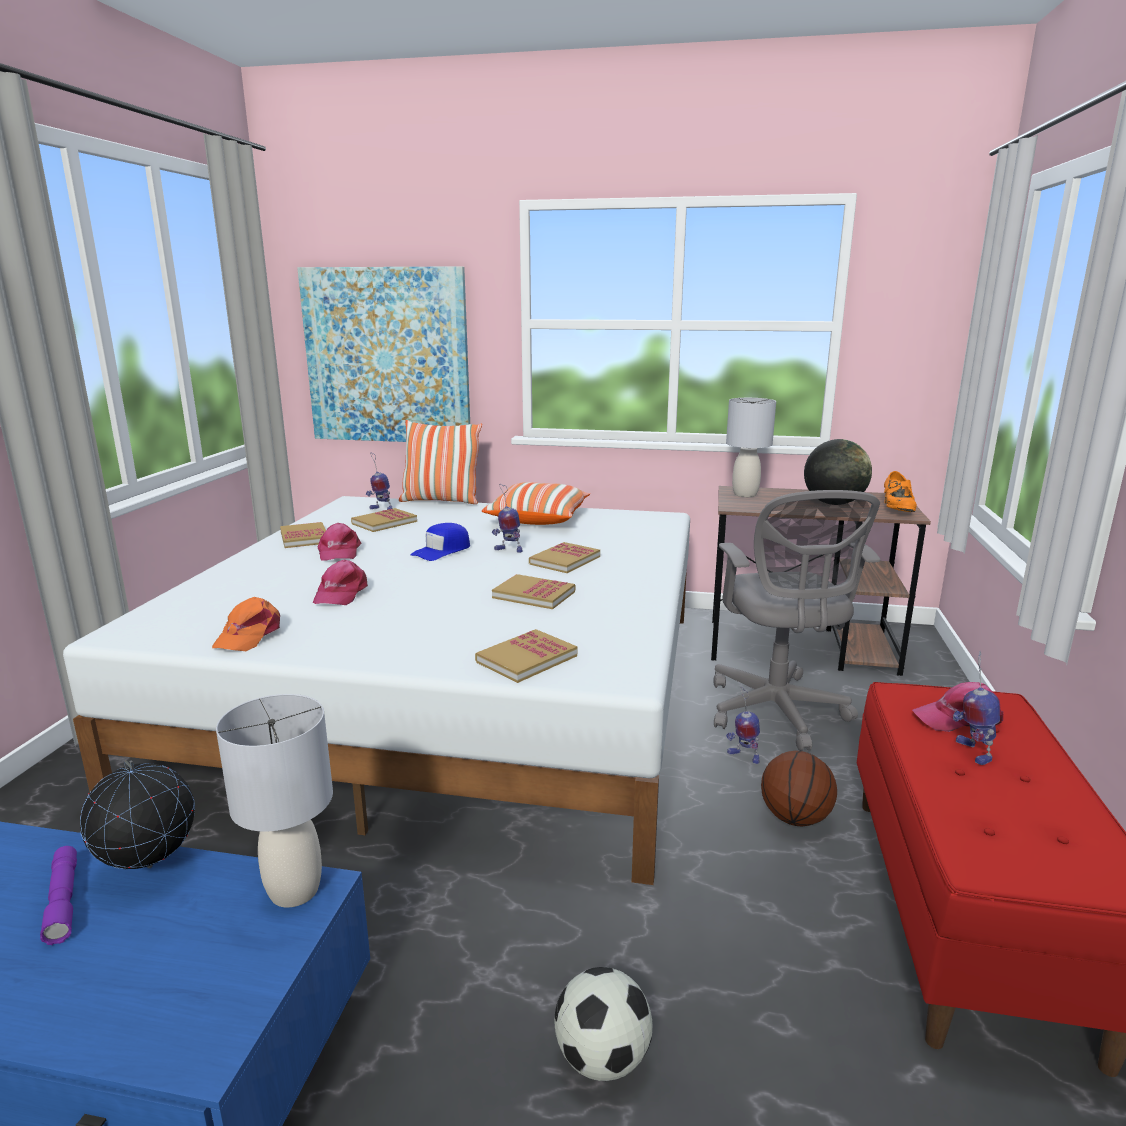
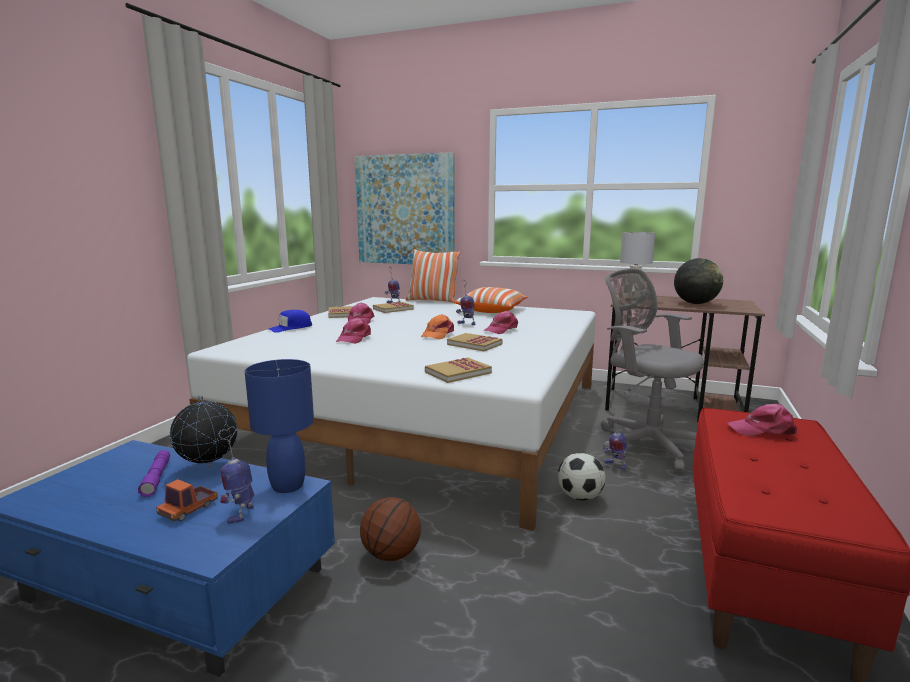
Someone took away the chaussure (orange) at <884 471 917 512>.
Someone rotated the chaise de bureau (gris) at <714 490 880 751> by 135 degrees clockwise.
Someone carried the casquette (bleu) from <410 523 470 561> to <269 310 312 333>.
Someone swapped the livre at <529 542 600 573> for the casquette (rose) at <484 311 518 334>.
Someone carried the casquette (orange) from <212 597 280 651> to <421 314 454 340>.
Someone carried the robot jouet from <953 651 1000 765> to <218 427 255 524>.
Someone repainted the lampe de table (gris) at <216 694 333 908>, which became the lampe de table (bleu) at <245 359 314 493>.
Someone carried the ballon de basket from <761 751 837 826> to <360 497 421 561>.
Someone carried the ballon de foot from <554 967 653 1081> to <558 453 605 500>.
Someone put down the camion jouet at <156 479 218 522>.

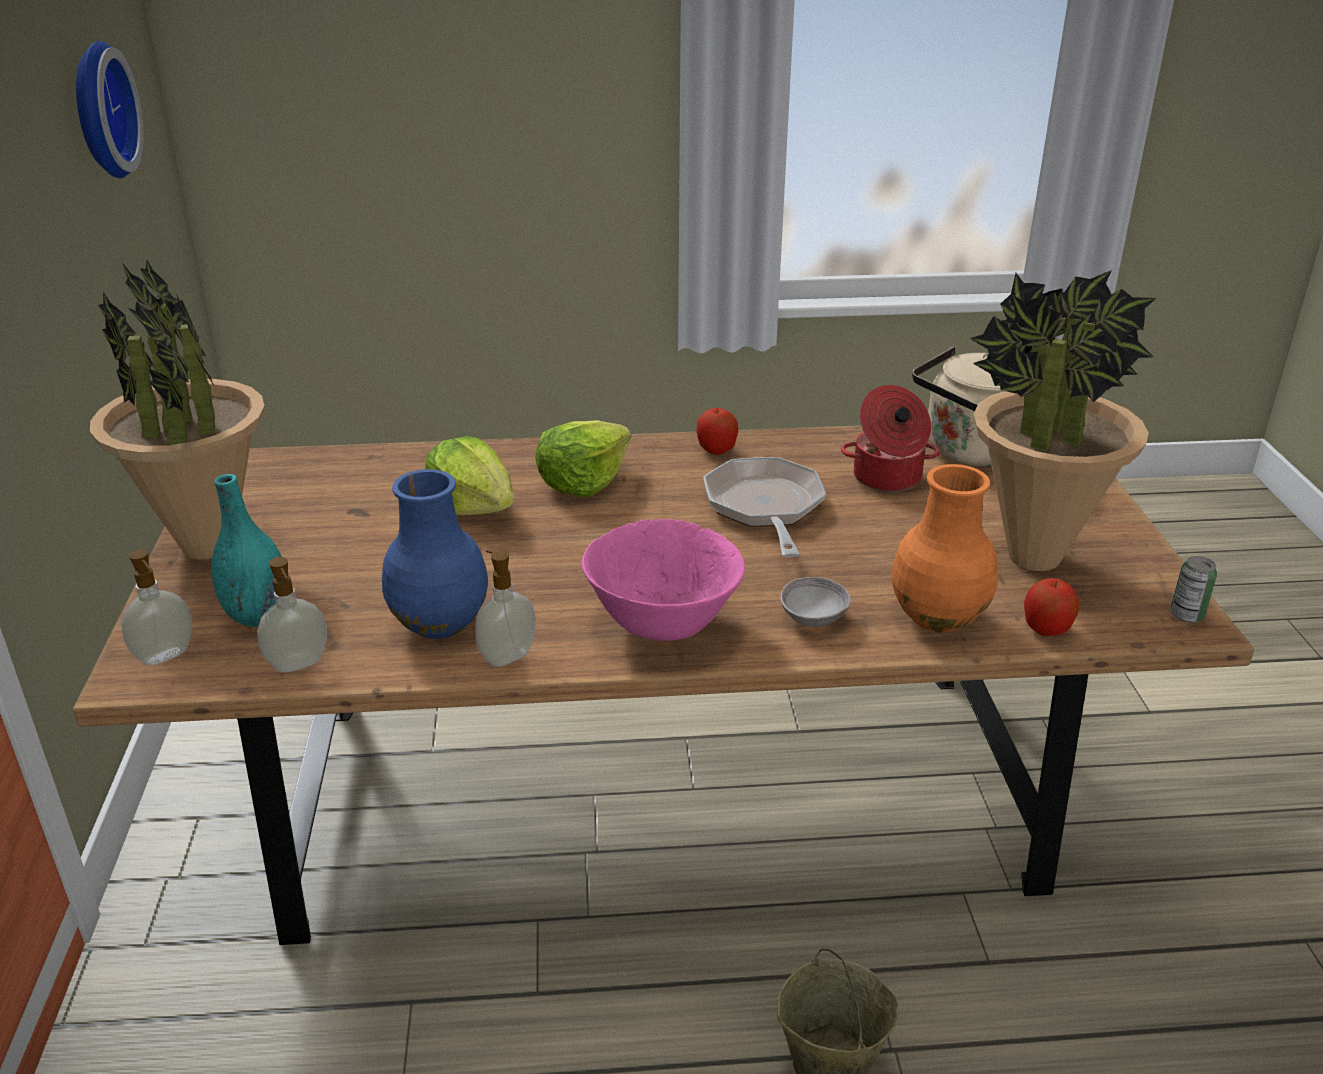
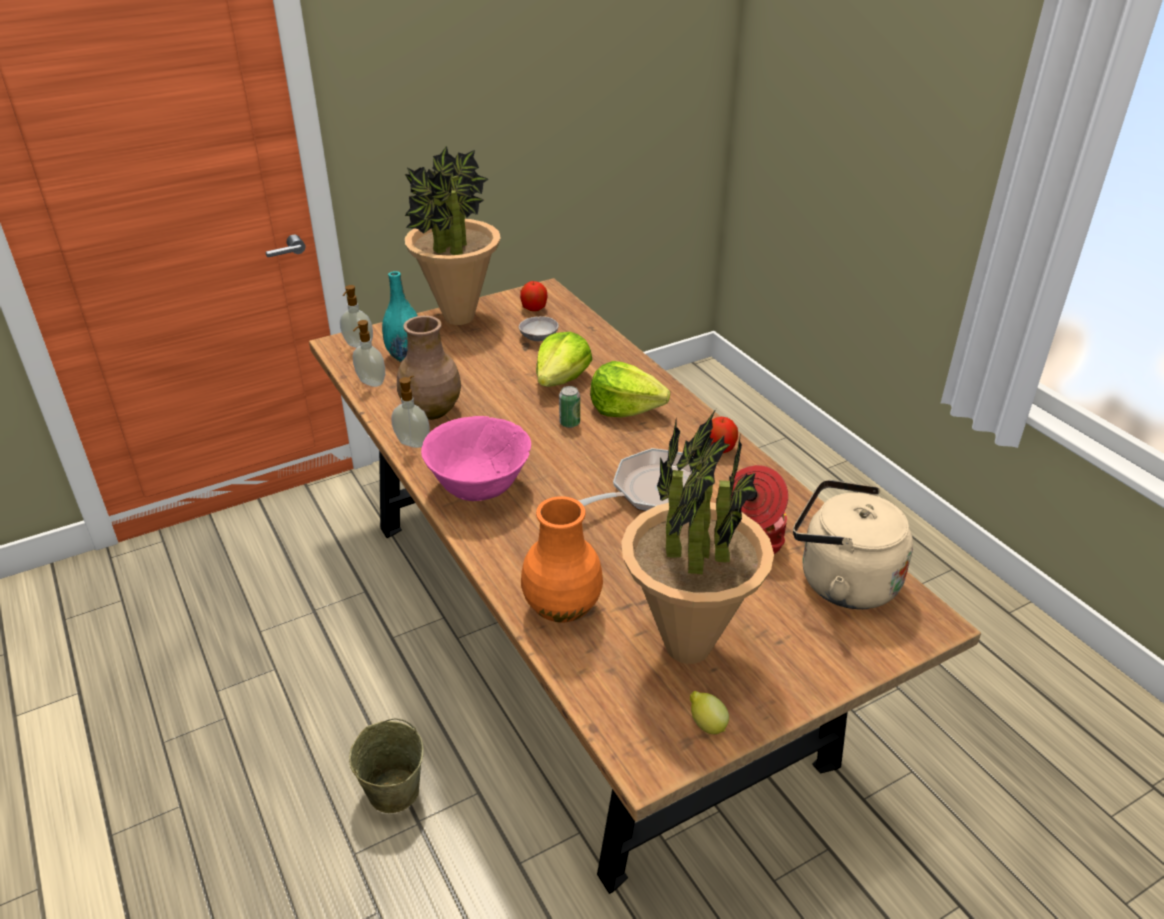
Someone took away the horloge murale at <76 41 144 178>.
Someone repainted the vase (bleu) at <382 469 488 639>, which became the vase (marron) at <397 316 461 420>.
Someone carried the boîte métallique from <1170 556 1217 622> to <559 386 580 428>.
Someone carried the bol (gris) from <780 577 851 627> to <519 316 559 341>.
Someone carried the pomme from <1024 578 1079 636> to <520 281 548 311>.
Someone put down the citron at <690 691 729 734>.

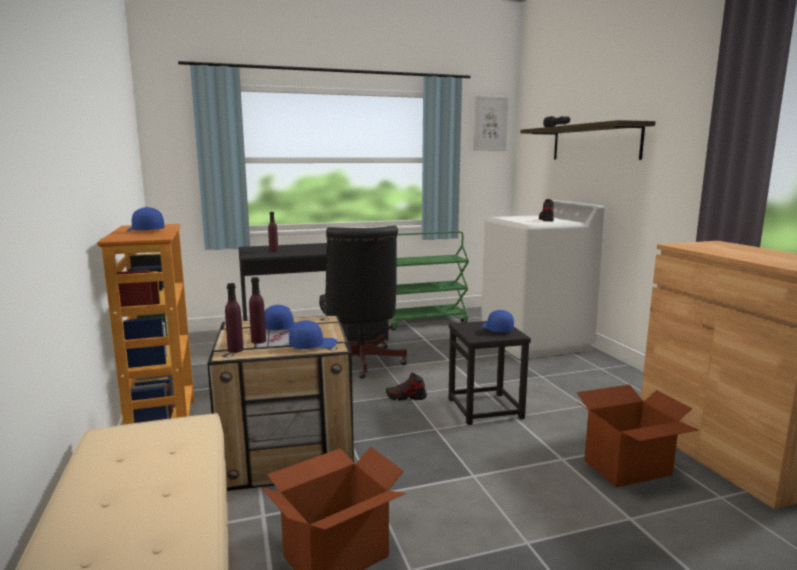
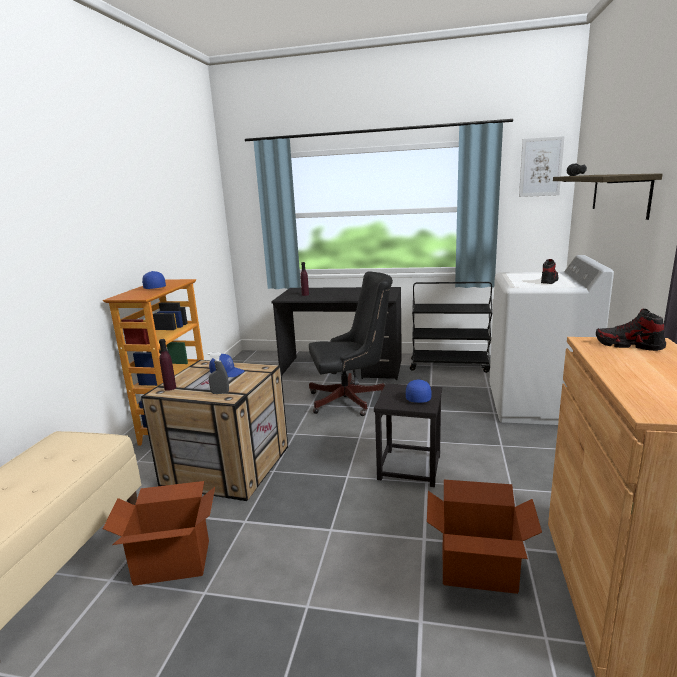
Someone rotated the chaise de bureau (noir) at <319 226 407 379> by 120 degrees counterclockwise.
Someone repainted the chariot (vert) at <390 231 469 330>, which became the chariot (noir) at <410 282 493 373>.
Someone took away the bouteille (violet) at <249 277 266 344>.
Someone swapped the casquette (bleu) at <289 320 337 349> for the vaporisateur (gris) at <207 352 229 394>.
Someone carried the chaussure from <386 373 427 400> to <596 309 666 351>.

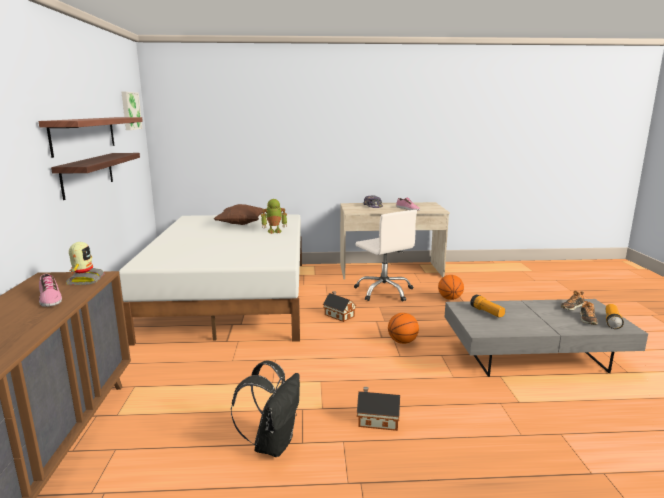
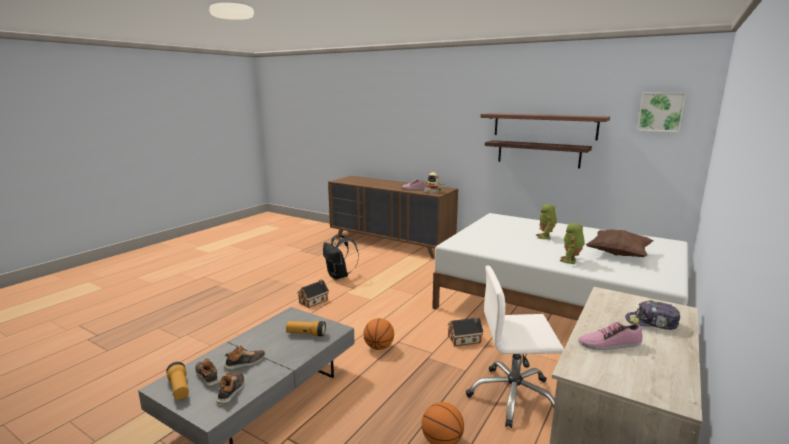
Someone put down the robot jouet at <536 204 557 239>.
Someone put down the chaussure at <224 345 265 370>.

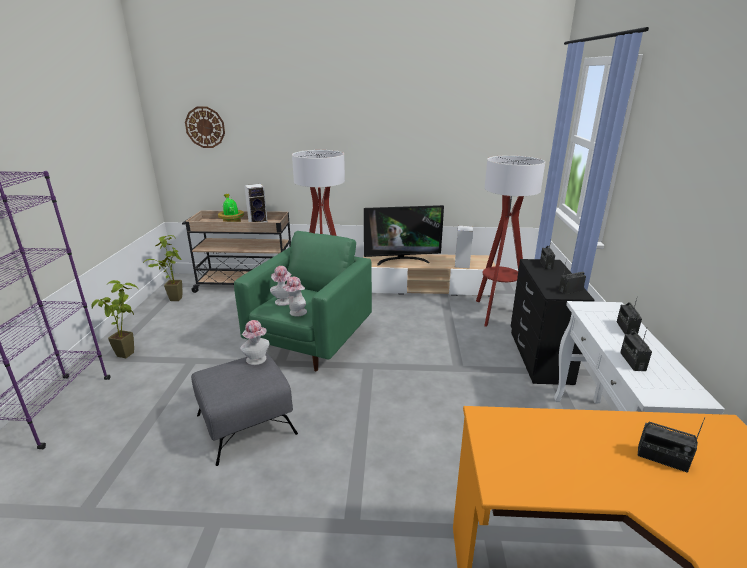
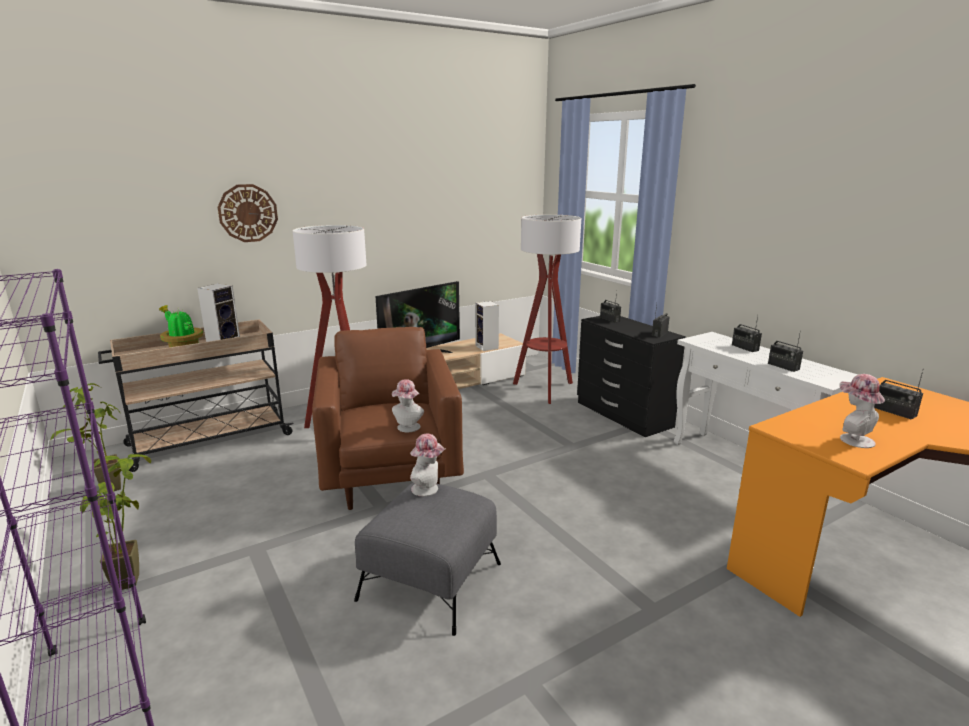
Someone carried the horloge murale from <185 107 225 148> to <218 184 278 242>.
Someone repainted the fauteuil (vert) at <234 231 372 371>, which became the fauteuil (marron) at <312 327 464 510>.
Someone carried the chapeau from <270 266 291 306> to <839 374 885 448>.
Someone rotated the radio at <638 417 705 473> by 60 degrees clockwise.

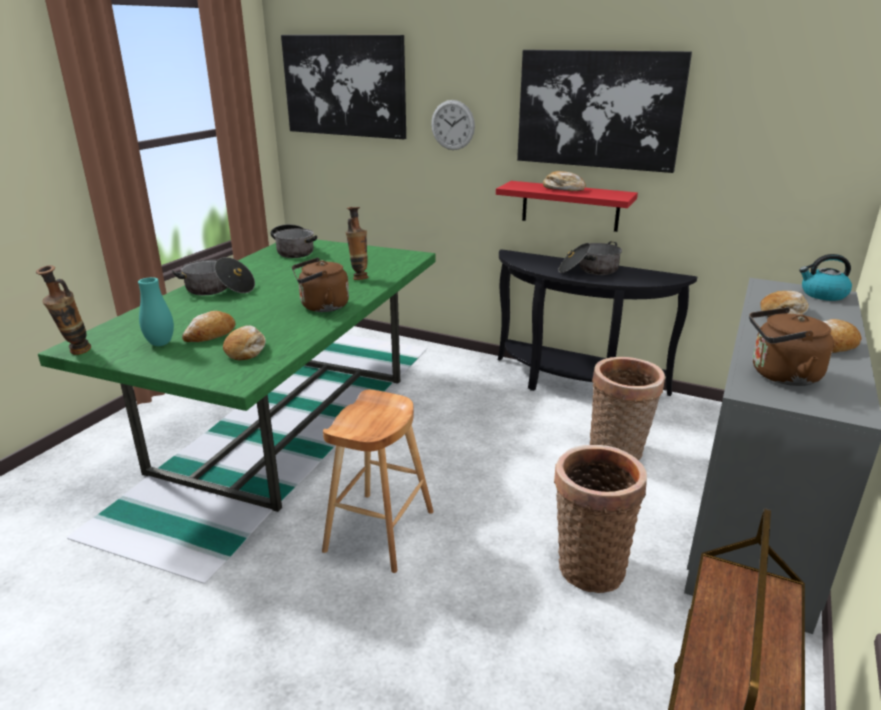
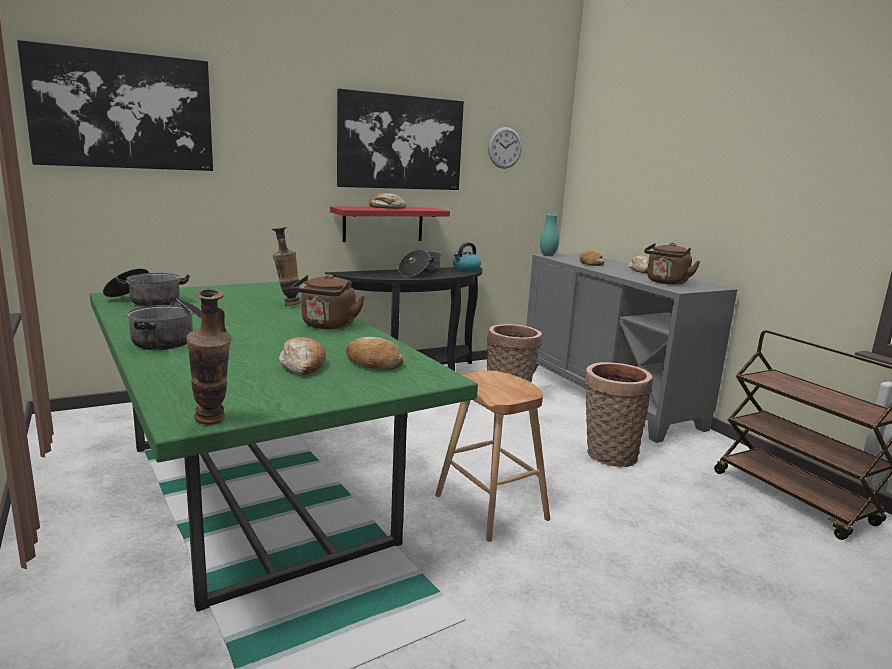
Someone carried the horloge murale from <431 100 475 150> to <488 127 522 169>.
Someone carried the bouilloire from <799 254 852 301> to <453 242 481 271>.
Someone carried the vase (turquoise) from <138 277 174 346> to <540 214 559 256>.

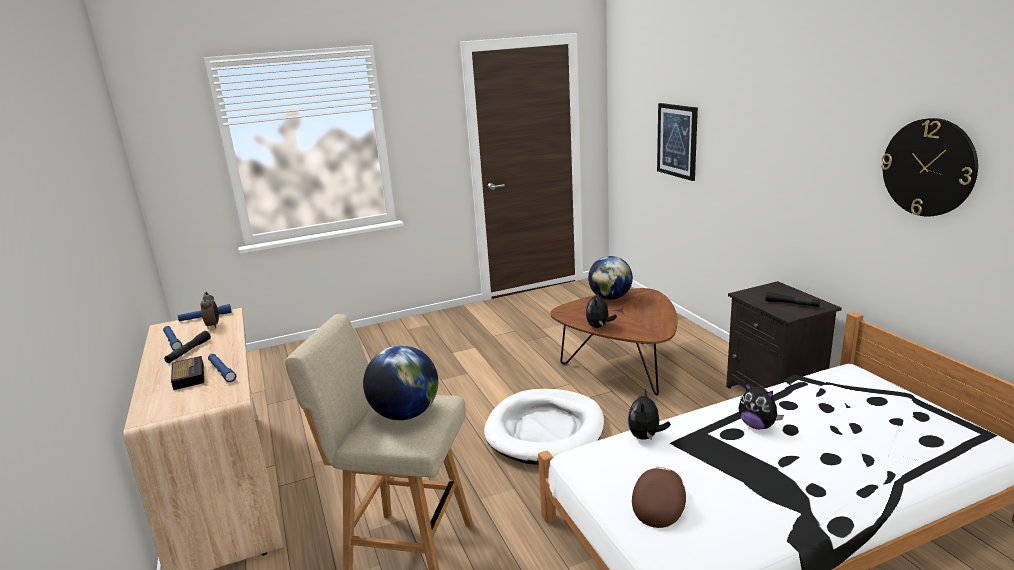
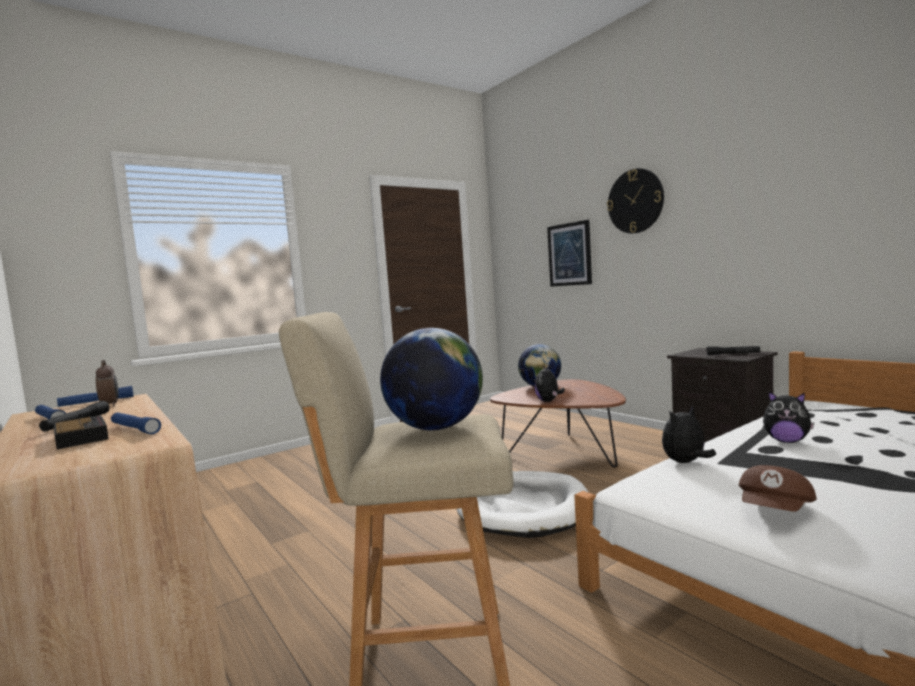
Someone carried the horloge murale from <881 118 978 217> to <607 168 664 233>.
Someone rotated the peluche at <628 390 671 440> by 60 degrees clockwise.
Someone rotated the casquette (marron) at <632 467 686 528> by 150 degrees counterclockwise.

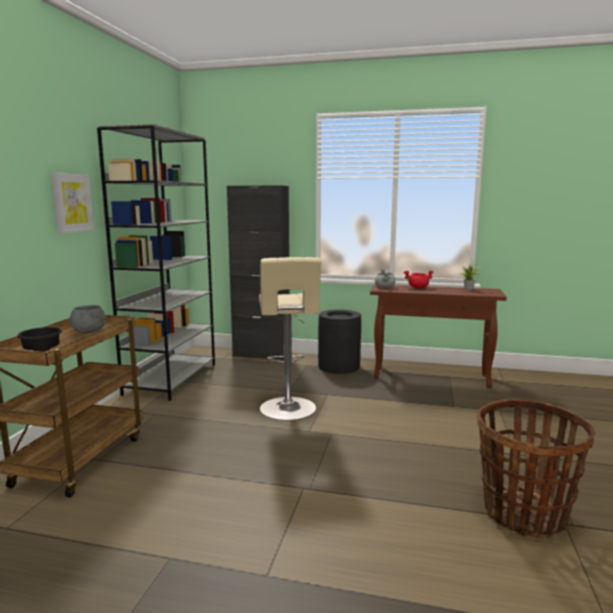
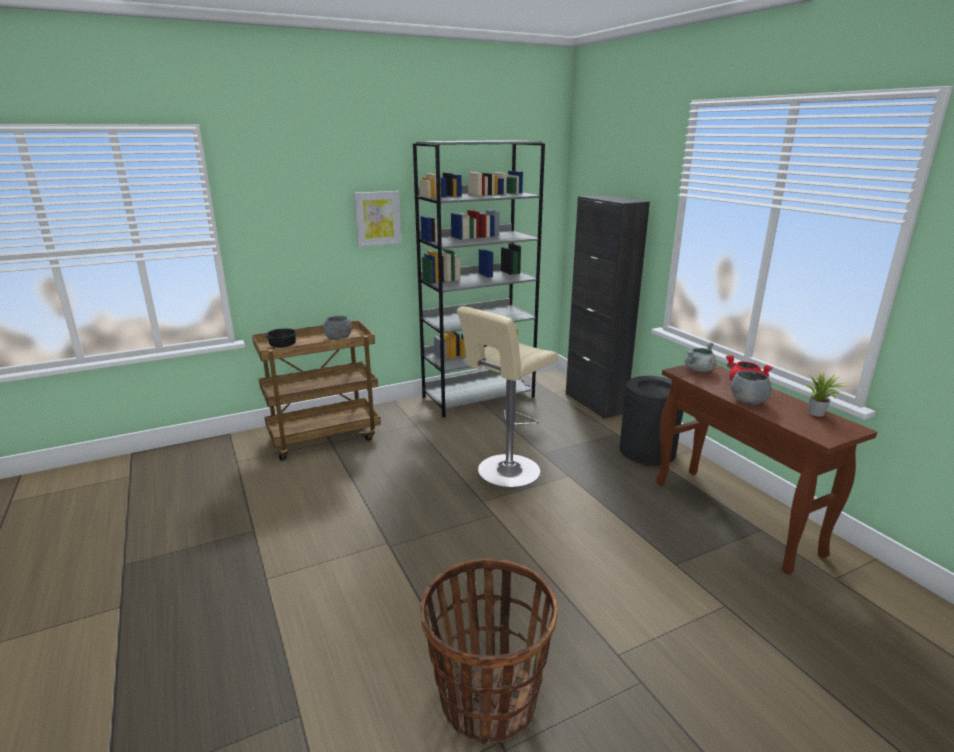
Someone put down the bol (gris) at <731 370 772 405>.

